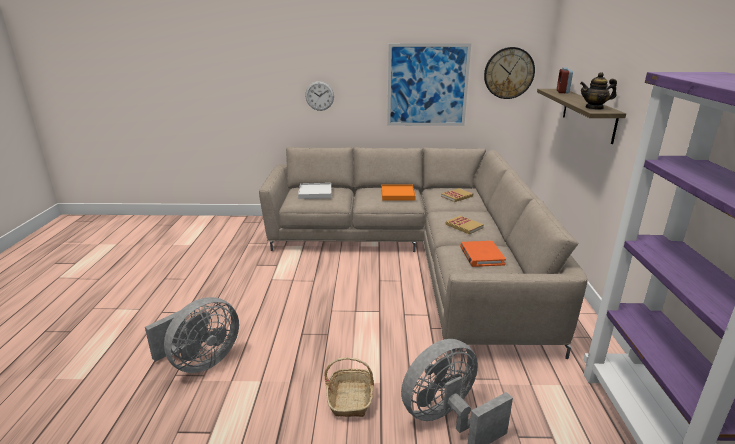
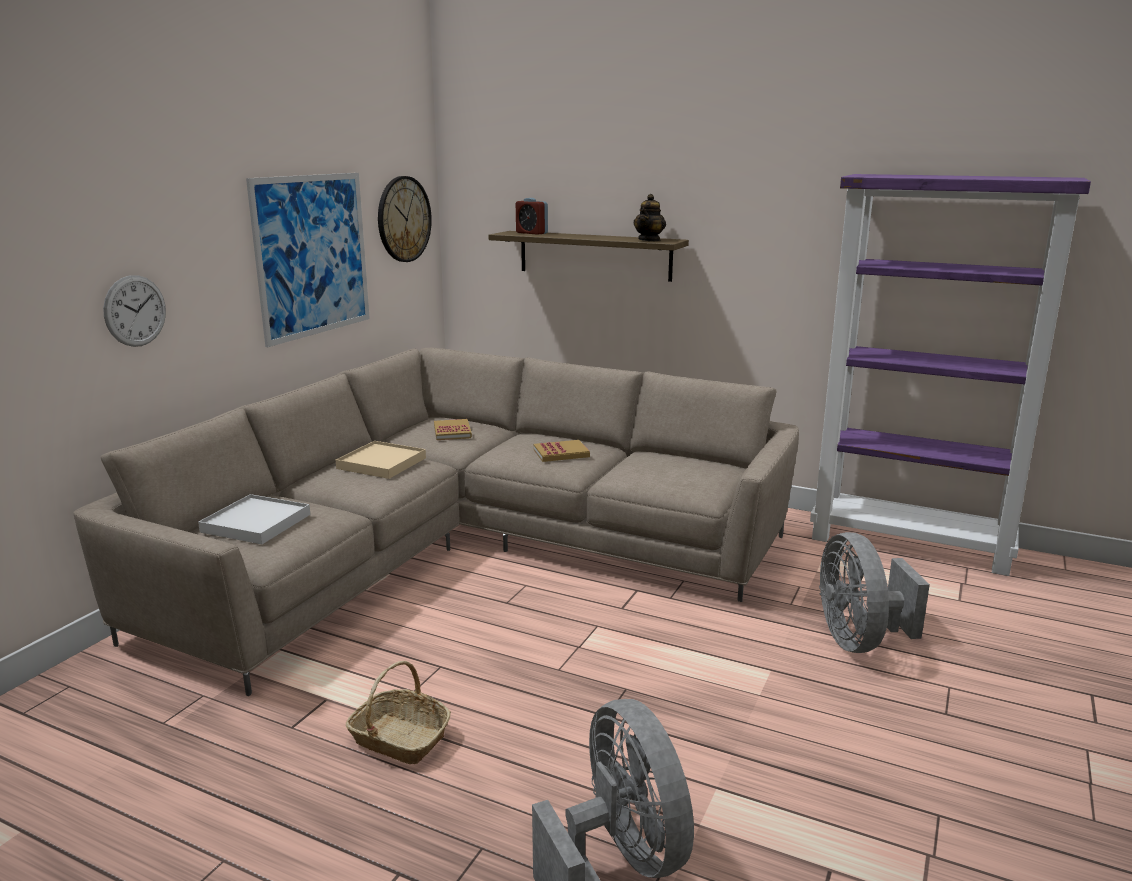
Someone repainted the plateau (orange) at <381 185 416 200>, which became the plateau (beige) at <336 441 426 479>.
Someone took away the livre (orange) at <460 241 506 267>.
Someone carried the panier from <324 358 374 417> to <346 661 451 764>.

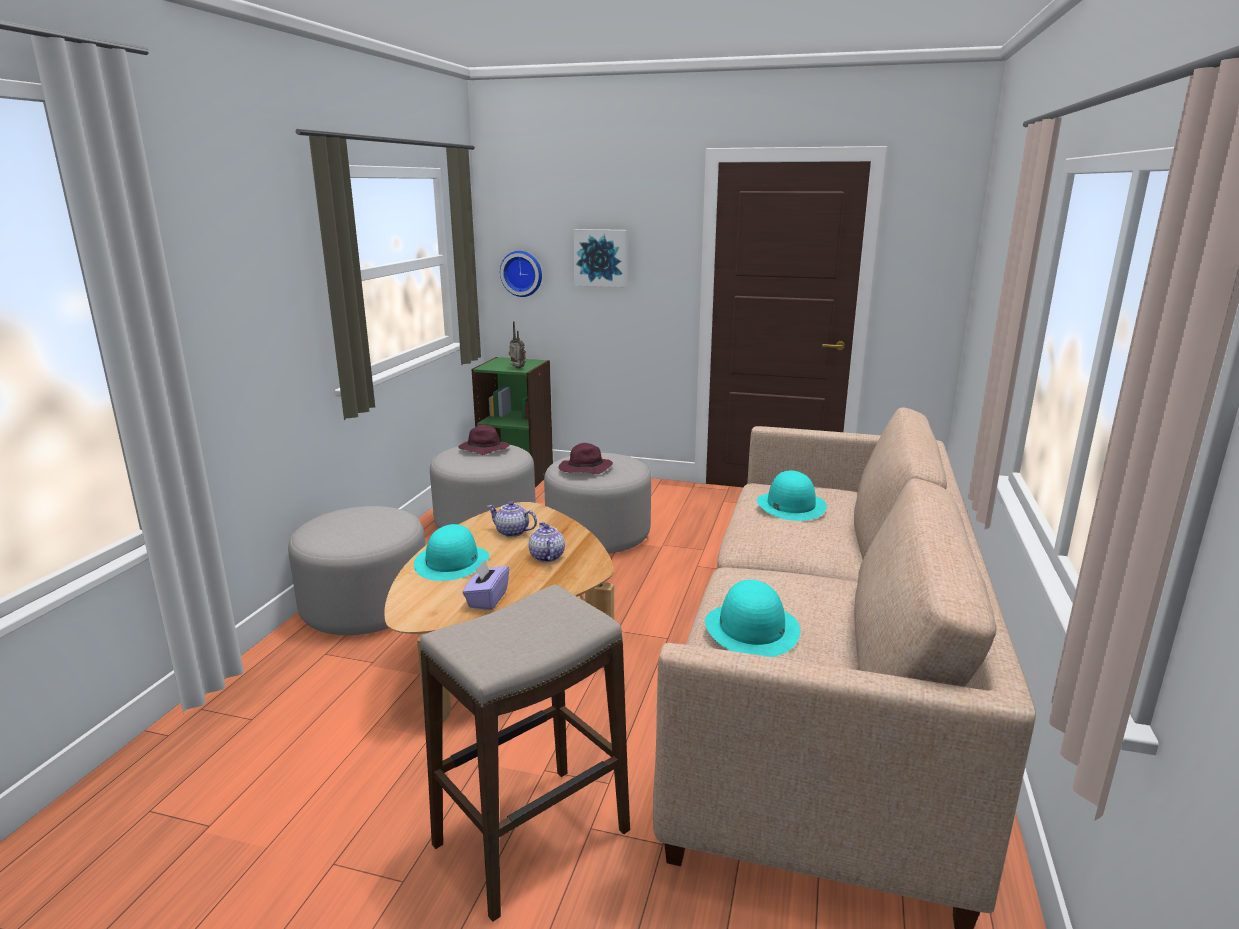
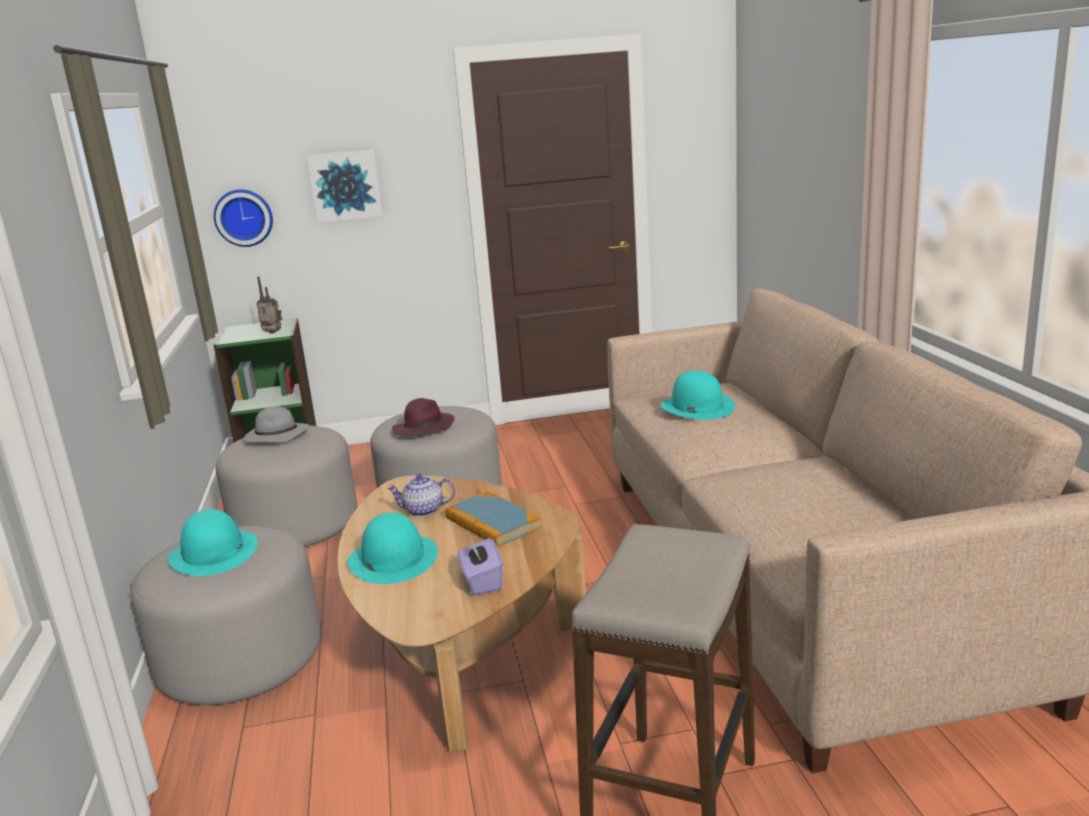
Someone repainted the chapeau (violet) at <458 425 510 455>, which became the chapeau (gris) at <243 406 309 443>.
Someone swapped the théière at <529 522 565 562> for the livre at <445 491 542 547>.
Someone carried the chapeau (turquoise) from <705 580 800 657> to <168 509 257 576>.

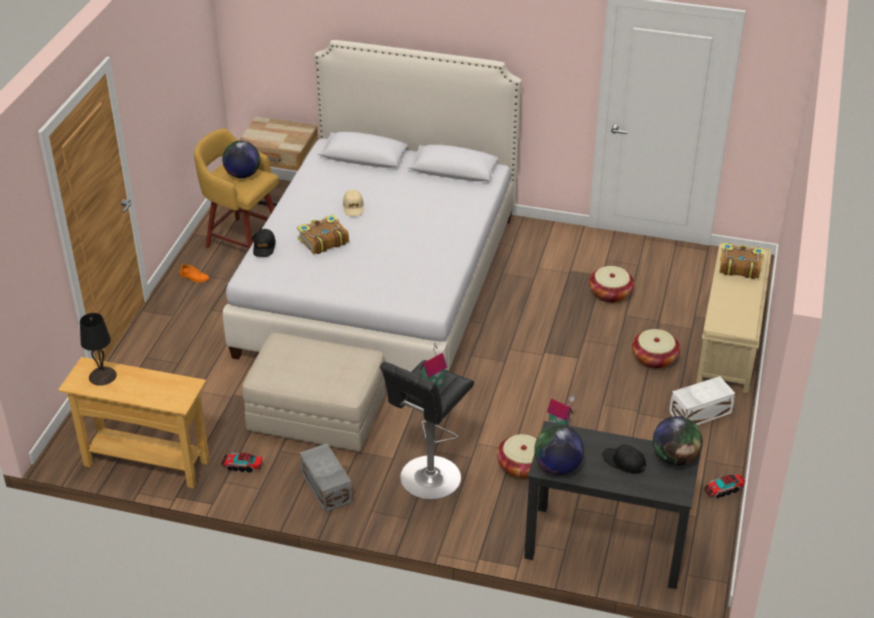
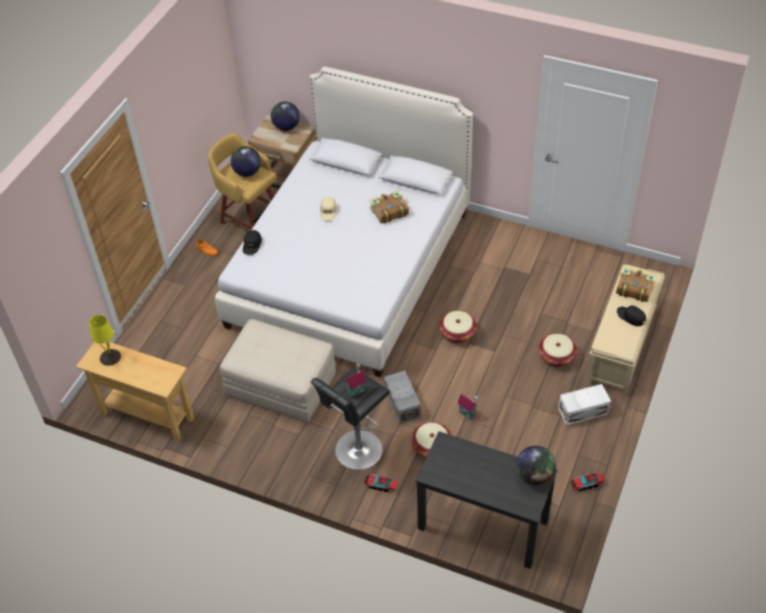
Someone carried the livre from <297 214 349 254> to <369 191 409 223>.
Someone carried the panier from <589 266 635 303> to <439 311 477 343>.
Someone repainted the lampe de table (noir) at <80 313 117 386>, which became the lampe de table (jaune) at <89 315 121 366>.
Someone carried the globe from <534 425 584 475> to <271 102 300 131>.
Someone carried the boîte de rangement (gris) from <300 443 352 512> to <384 371 421 424>.
Someone carried the casquette (noir) from <602 445 646 474> to <617 305 646 326>.
Someone carried the camion jouet from <221 452 263 473> to <364 474 398 492>.

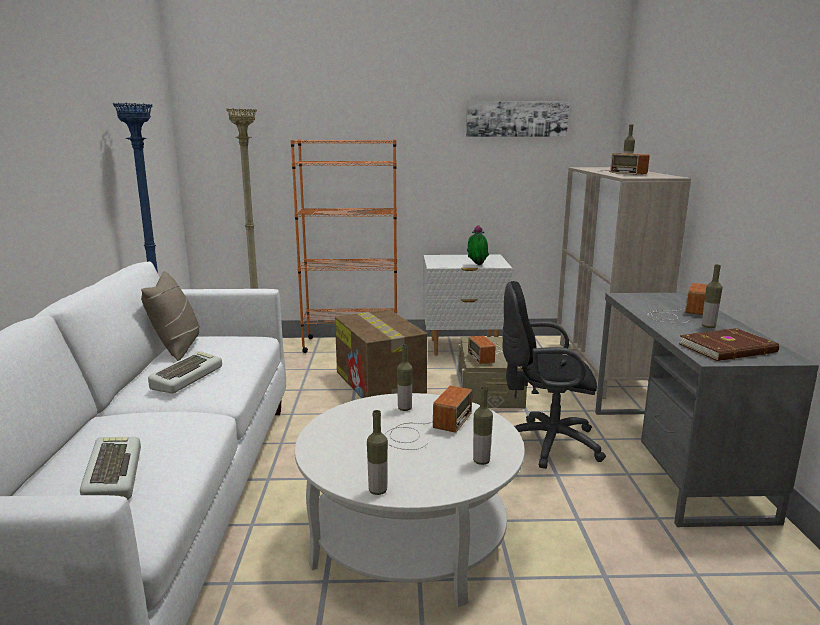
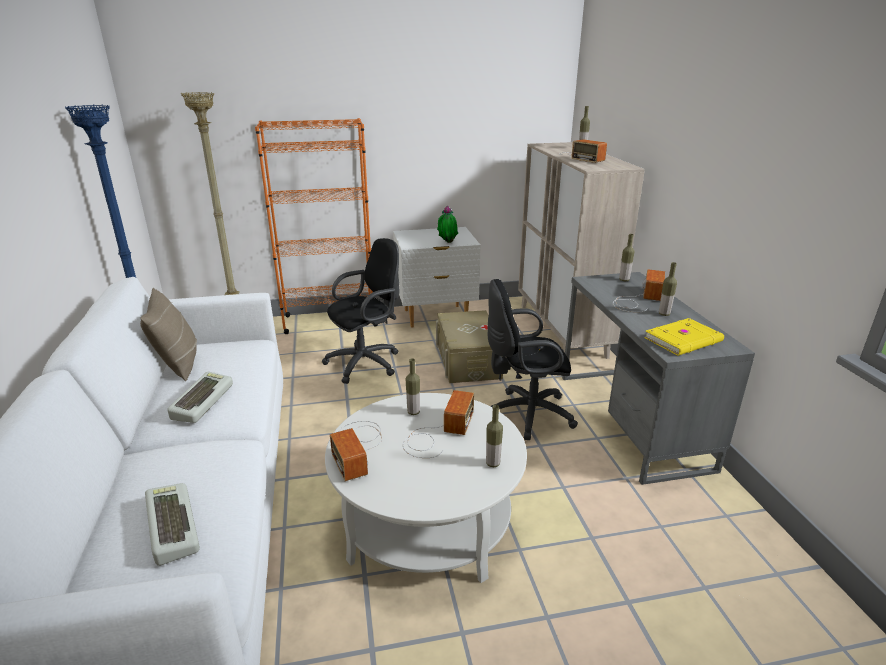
Someone took away the tableau at <466 101 569 137>.
Someone swapped the carton at <335 309 427 398> for the chaise de bureau (noir) at <322 238 399 384>.
Someone repainted the livre (marron) at <679 328 779 361>, which became the livre (jaune) at <644 318 724 356>.
Someone carried the radio from <468 336 502 364> to <330 421 382 481>.
Someone carried the bouteille from <367 410 388 495> to <619 234 635 281>.

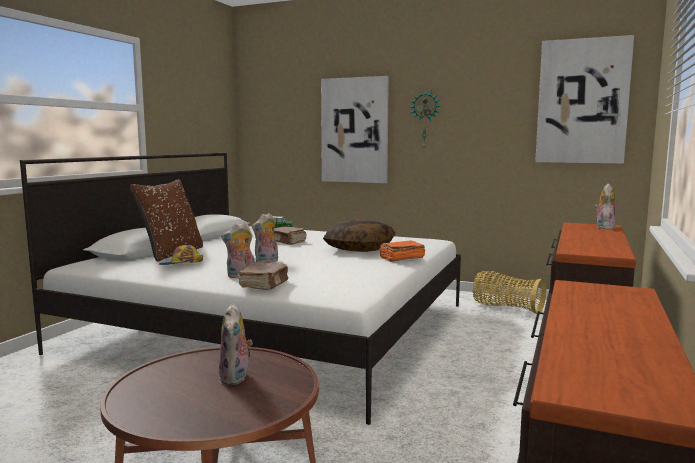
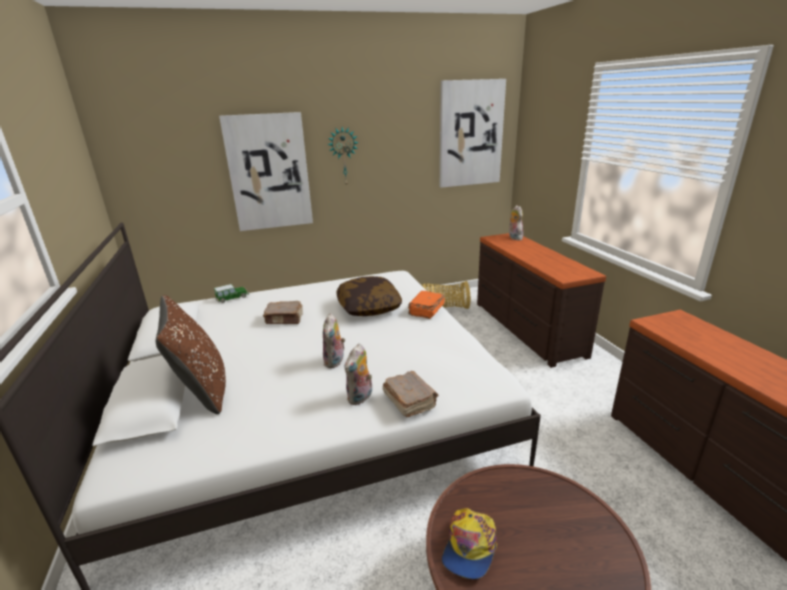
Someone carried the casquette from <159 245 203 265> to <442 508 498 579>.
Someone took away the peluche at <219 303 253 385>.

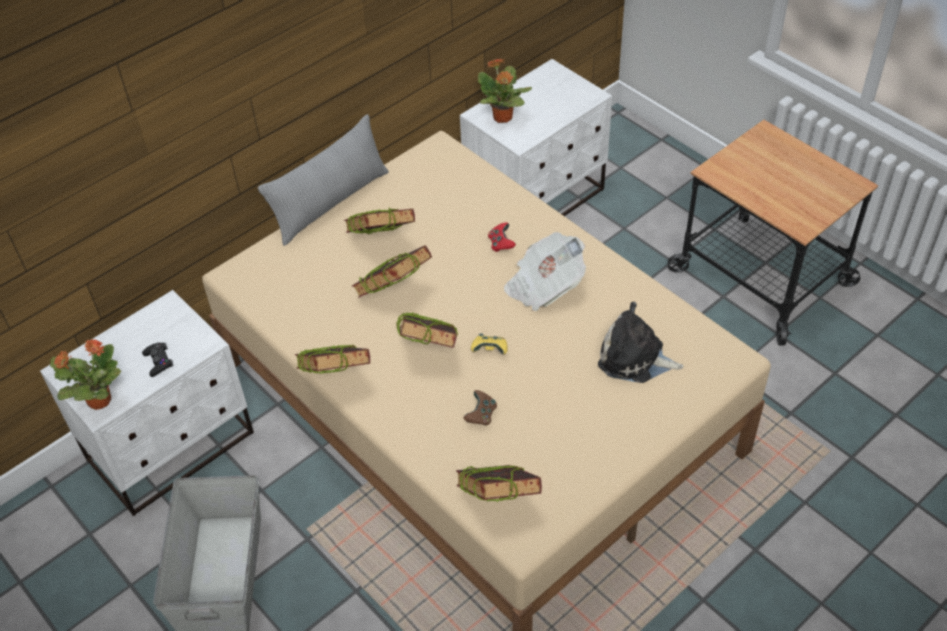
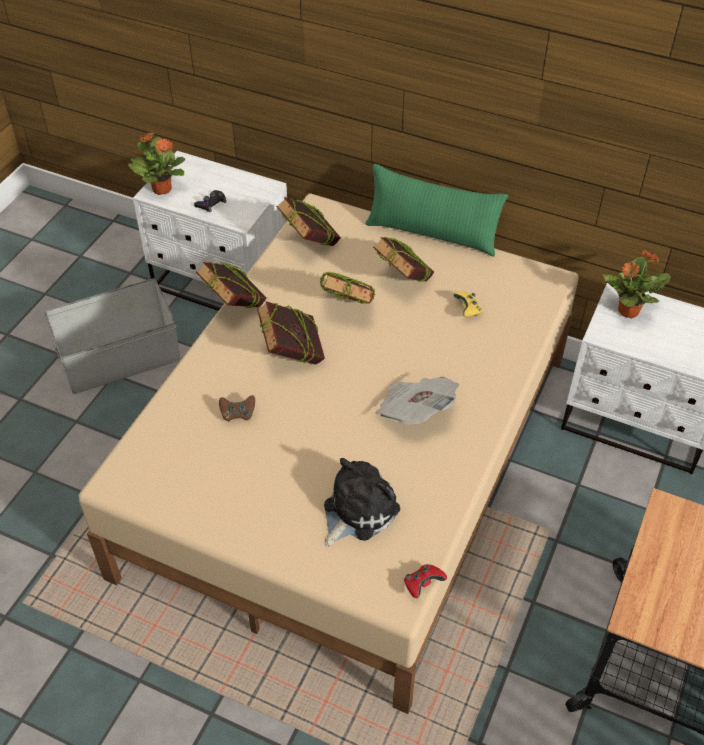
Someone repainted the coussin (gris) at <258 114 389 246>, which became the coussin (vert) at <366 164 508 256>.
Someone carried the manette (rouge) from <488 222 516 252> to <404 564 447 598>.
Someone rotated the peluche at <598 302 683 383> by 45 degrees clockwise.
Someone carried the manette (jaune) from <471 333 508 354> to <453 291 482 317>.
Someone carried the livre from <456 465 542 502> to <276 197 341 246>.

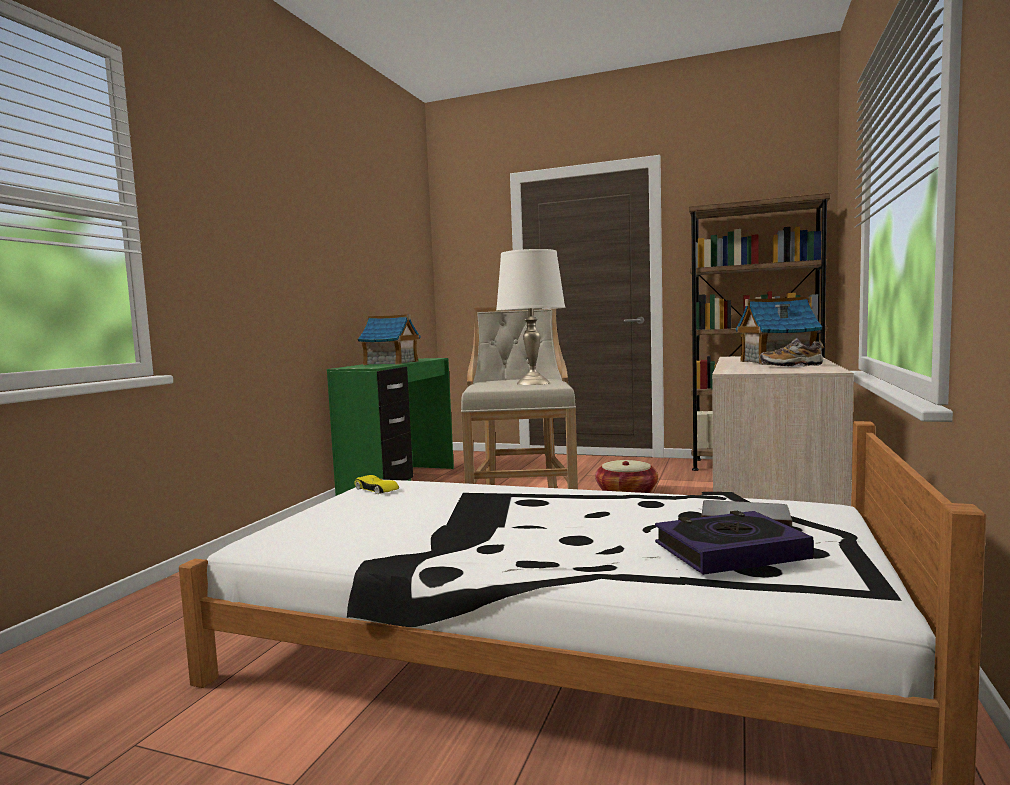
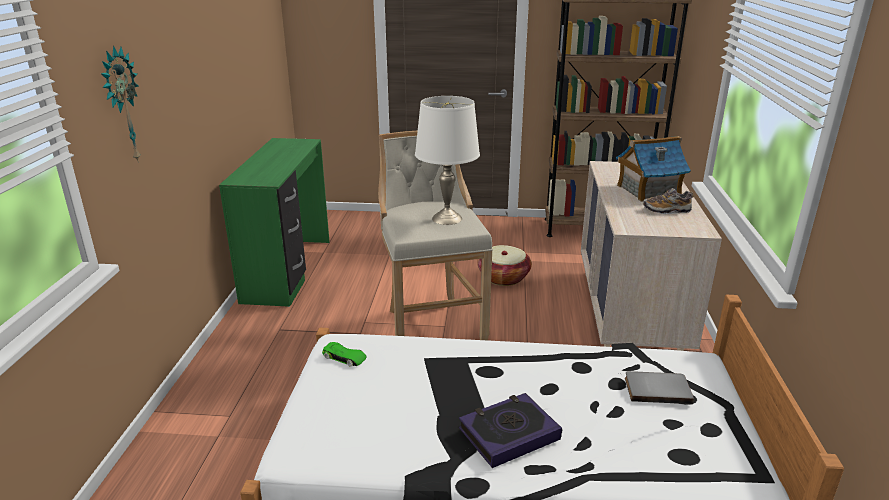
Someone took away the maison miniature at <358 314 421 365>.
Someone repainted the petite voiture (jaune) at <354 475 399 494>, which became the petite voiture (vert) at <322 342 367 367>.
Someone carried the livre from <655 510 814 575> to <459 393 562 468>.
Someone put up the horloge murale at <100 46 141 163>.

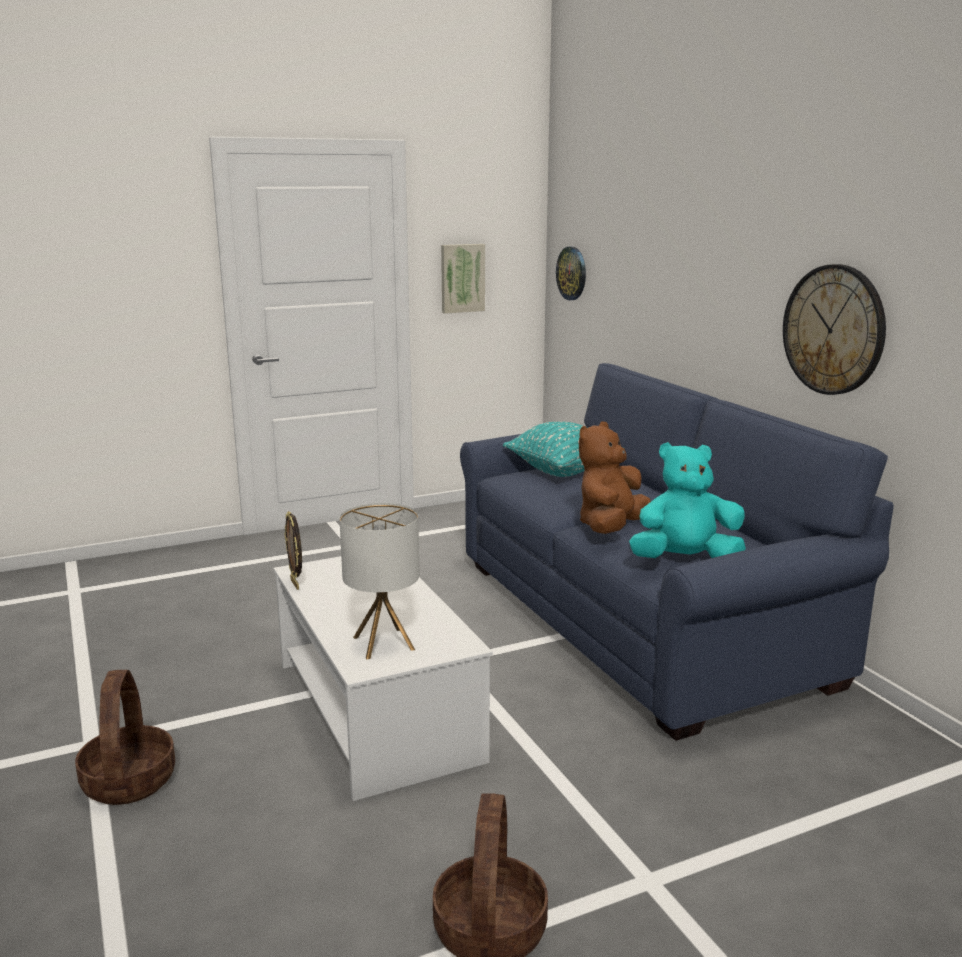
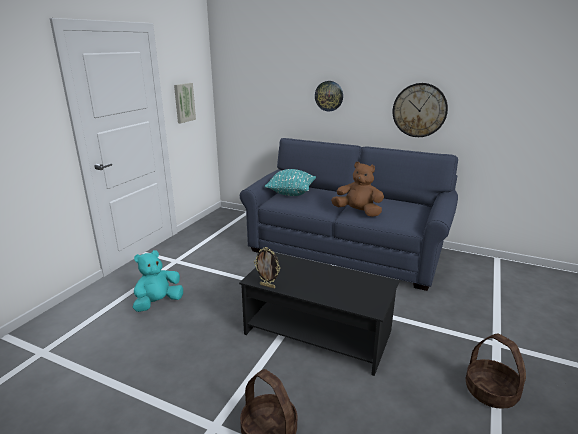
Someone carried the horloge murale from <556 247 586 300> to <315 81 343 111>.
Someone rotated the peluche (marron) at <579 421 651 534> by 120 degrees clockwise.
Someone carried the peluche (turquoise) from <629 442 746 558> to <133 250 183 312>.
Someone took away the lampe de table at <339 503 420 659>.
Someone repainted the table basse (blanc) at <274 556 493 801>, which became the table basse (noir) at <239 252 400 376>.

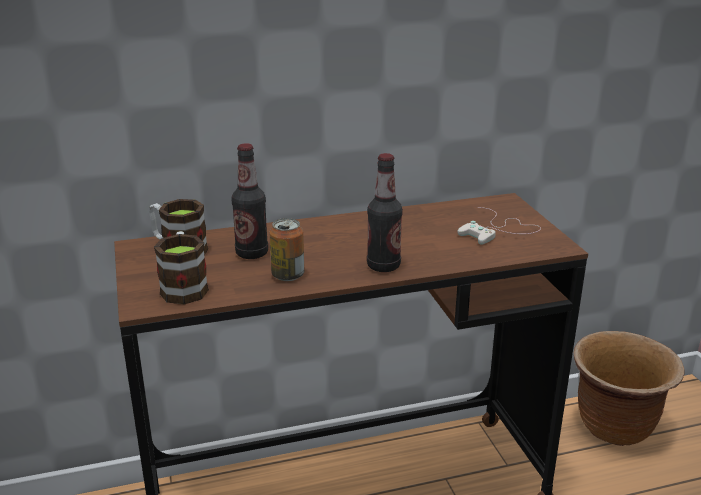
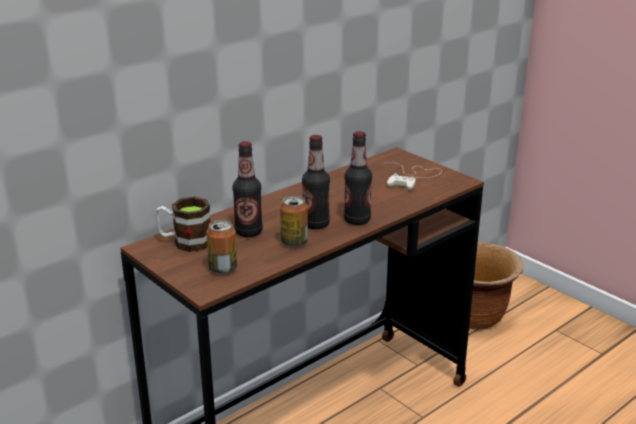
Someone swapped the mug at <154 231 209 304> for the boîte métallique at <206 220 237 274>.
Someone put down the bouteille at <302 135 330 229>.

